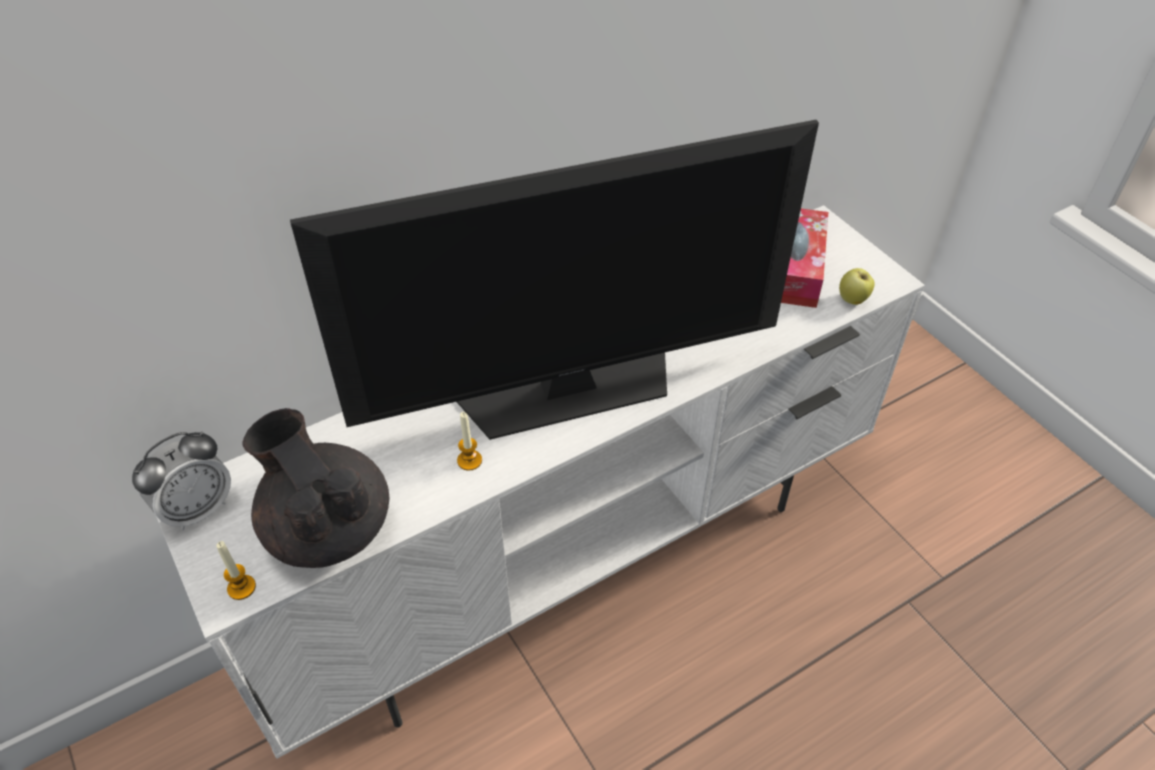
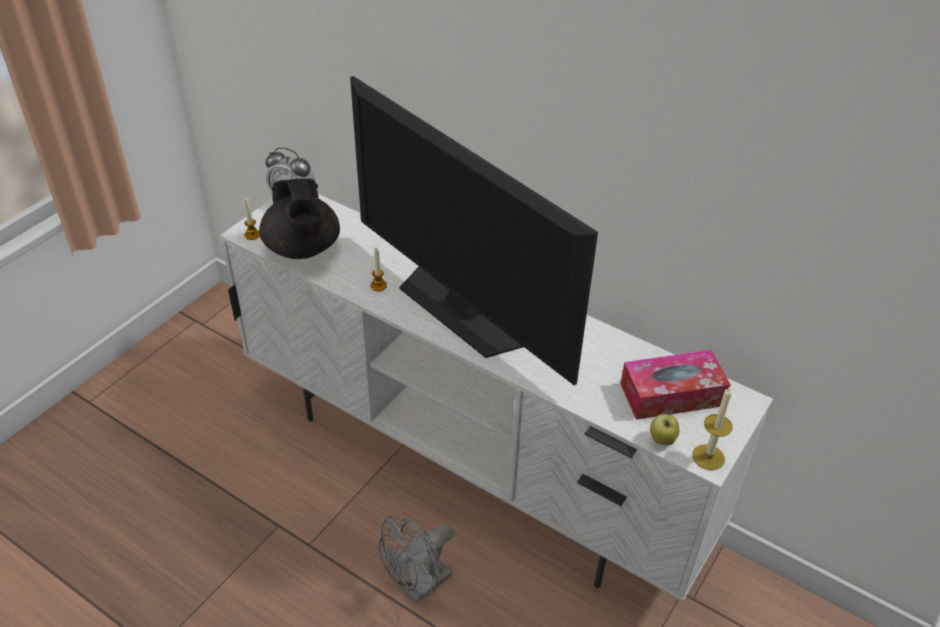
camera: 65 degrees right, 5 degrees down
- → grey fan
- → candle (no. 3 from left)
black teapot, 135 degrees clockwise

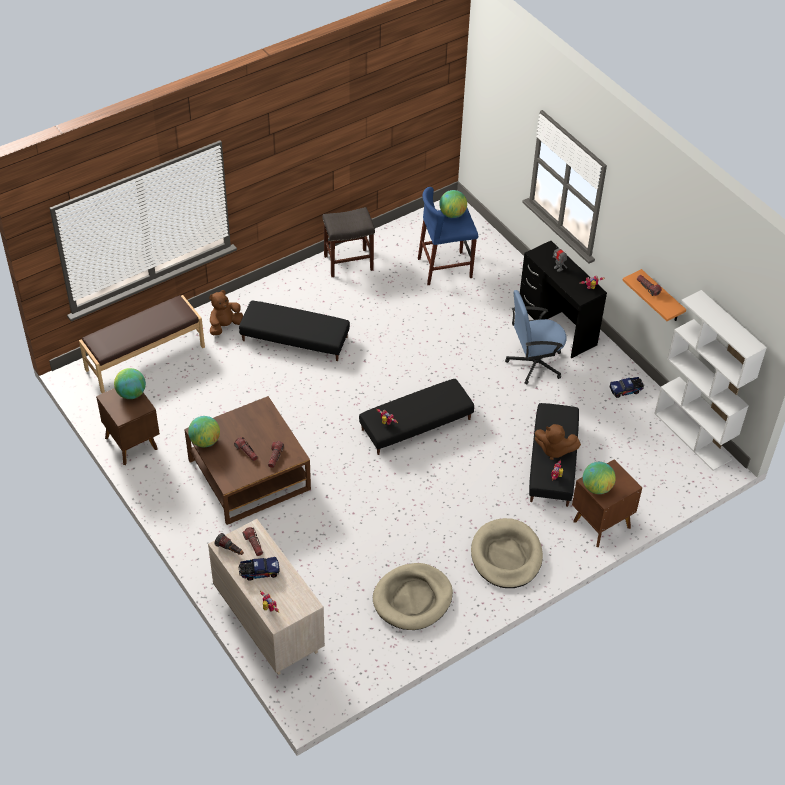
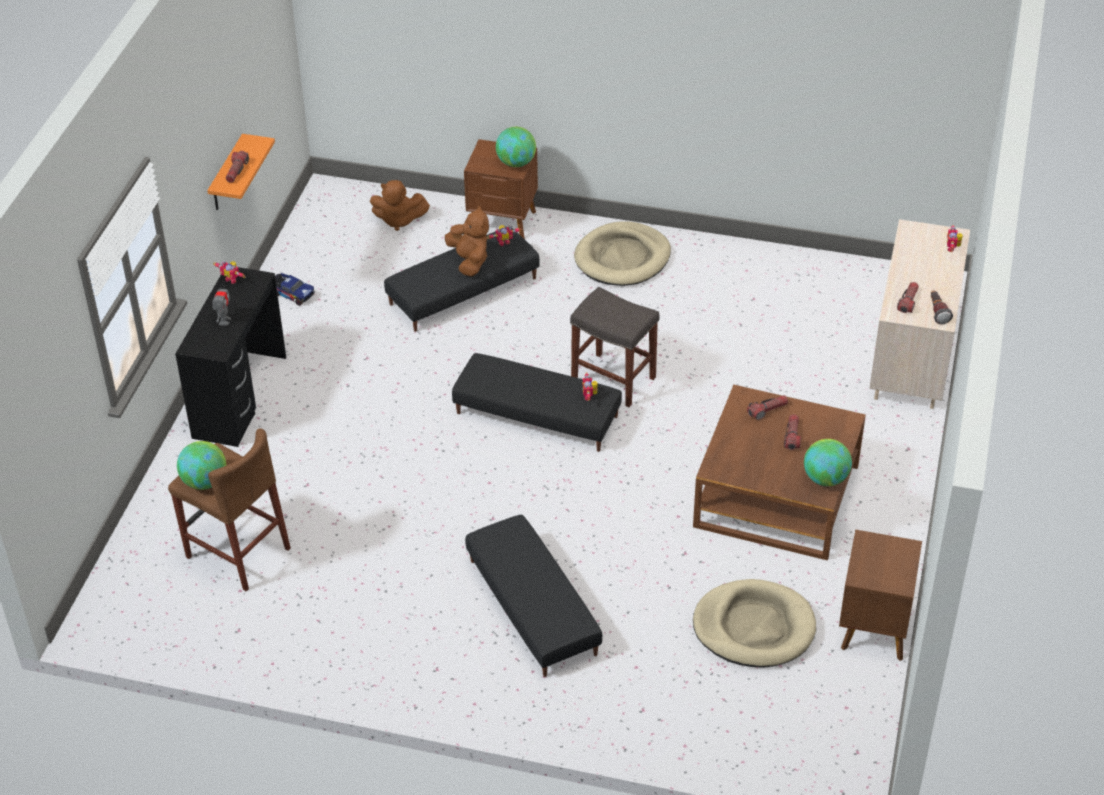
camera: 130 degrees left, 5 degrees down
brown bench → -
globe (no. 1 from left) → -
toy truck (no. 1 from left) → -
blue office chair → -
white bookcase → -
brown plush toy (no. 1 from left), shifted
grey stool, shifted
beige dog bed (no. 1 from left in the first image) → beige dog bed (no. 2 from left), shifted
blue stool → brown stool

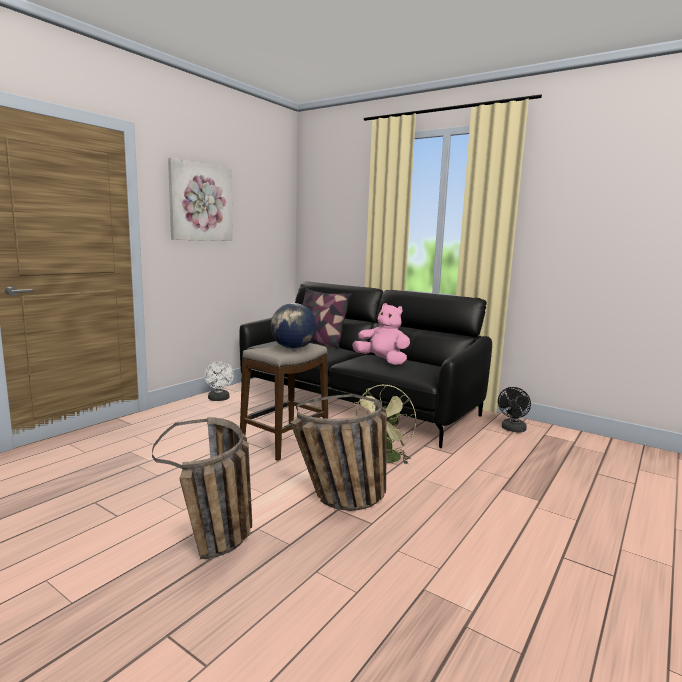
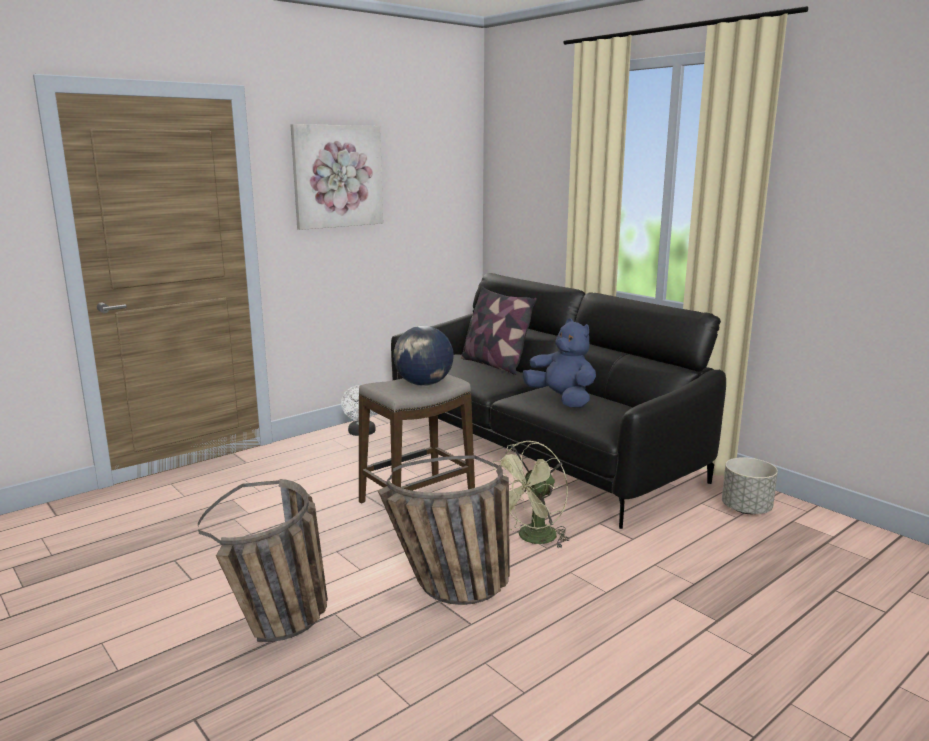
camera: 15 degrees right, 5 degrees up
black fan → grey planter
pink plush toy → blue plush toy

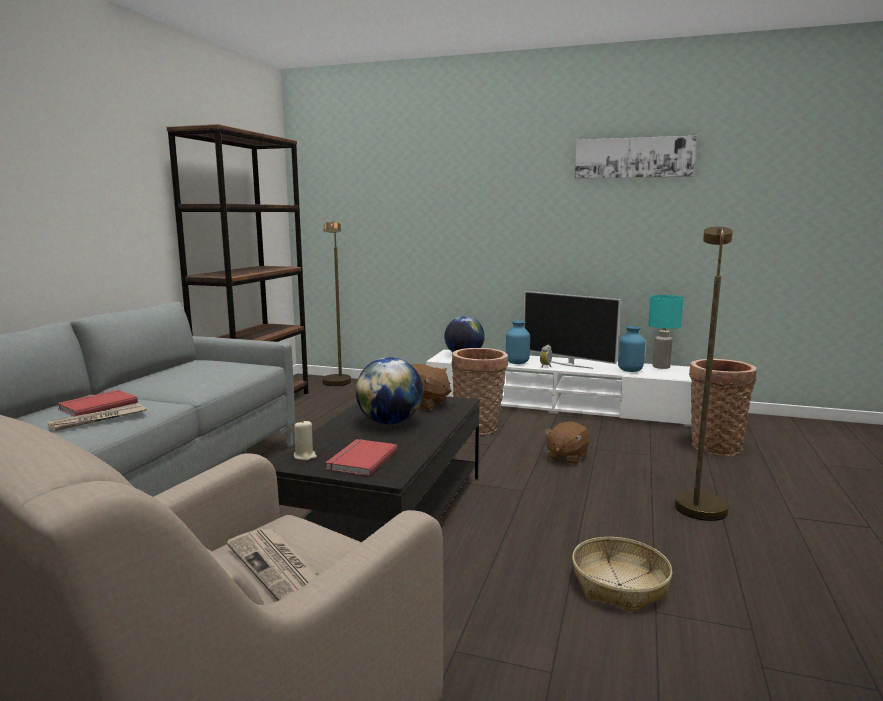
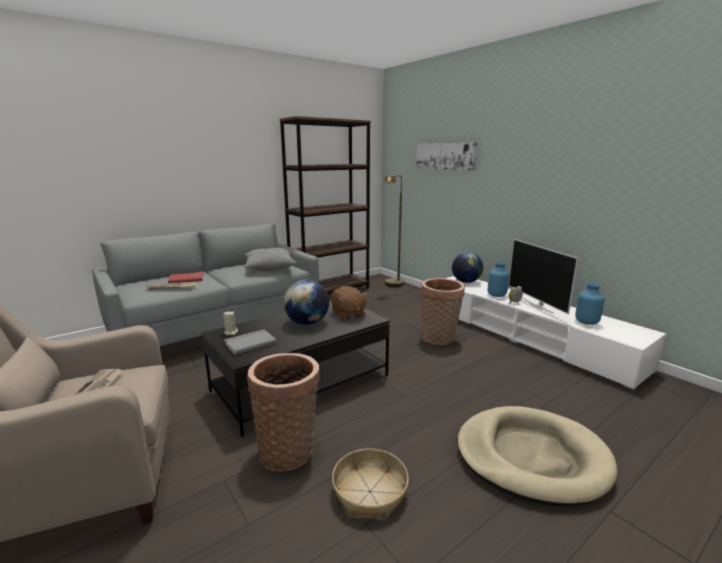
camera: 35 degrees right, 5 degrees up
brown plush toy (no. 2 from left) → -
turquoise table lamp → -
- → grey pillow
picture, shifted
basket (no. 3 from left in the first image) → basket (no. 1 from left), shifted
brown floor lamp (no. 2 from left) → beige dog bed
red book (no. 2 from left) → grey book

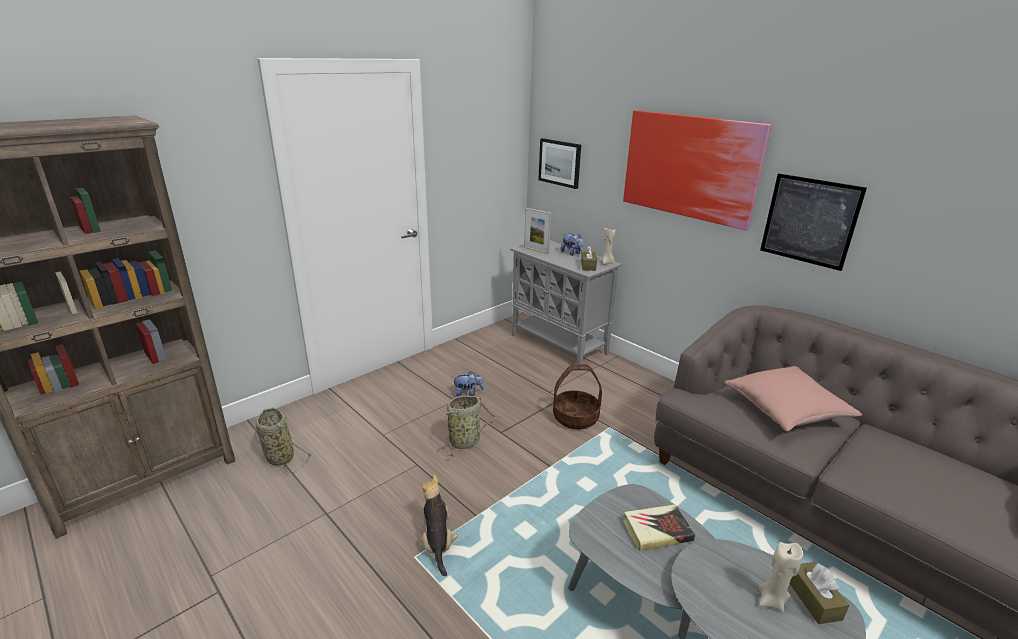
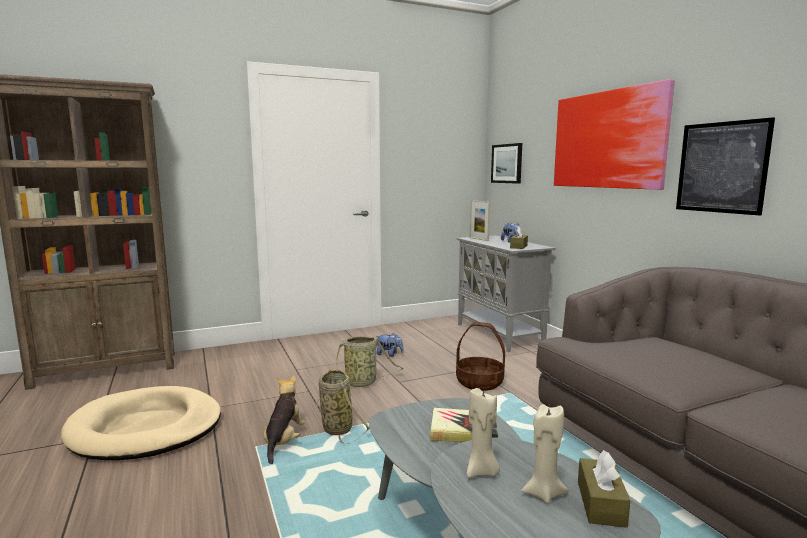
camera: 20 degrees right, 15 degrees down
pink pillow → -
- → beige dog bed
basket (no. 1 from left), shifted
beige candle (no. 1 from left), shifted

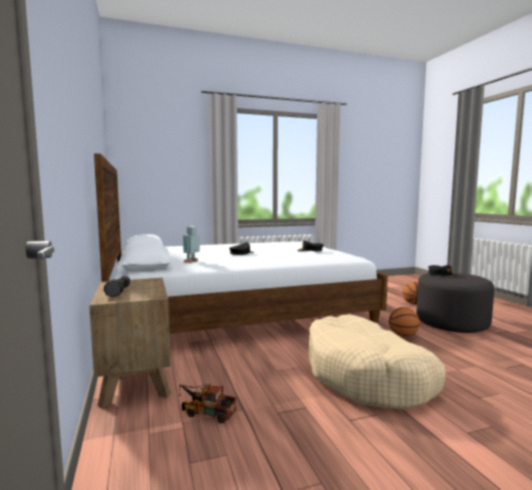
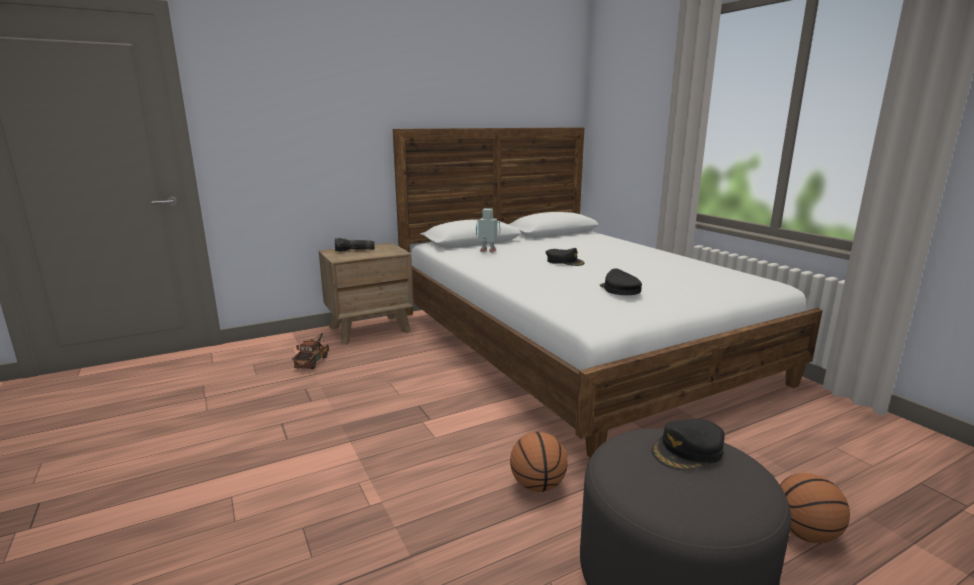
camera: 80 degrees right, 10 degrees up
beige dog bed → -

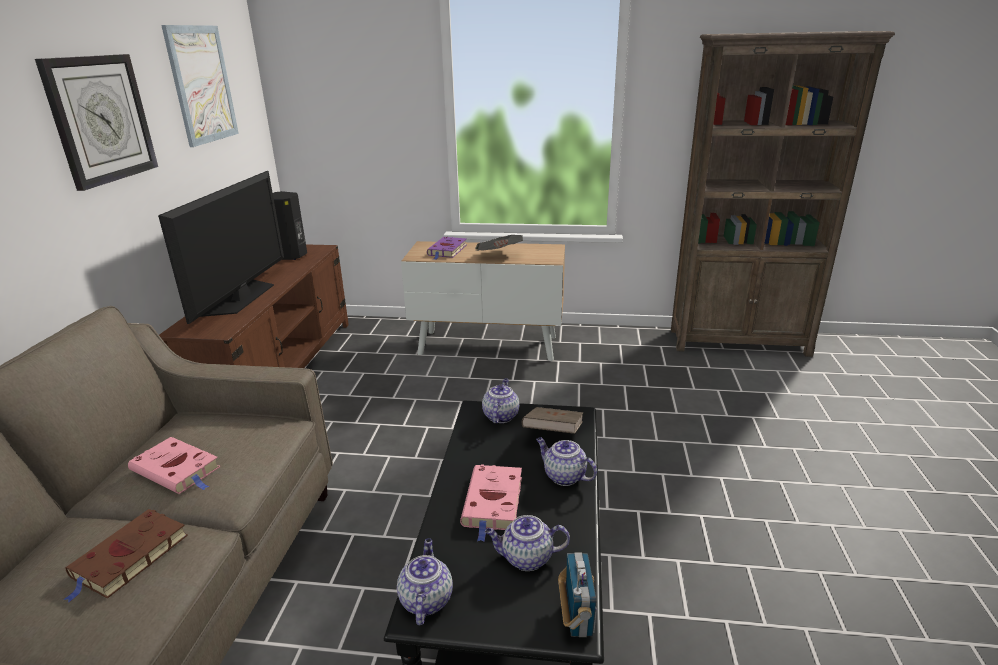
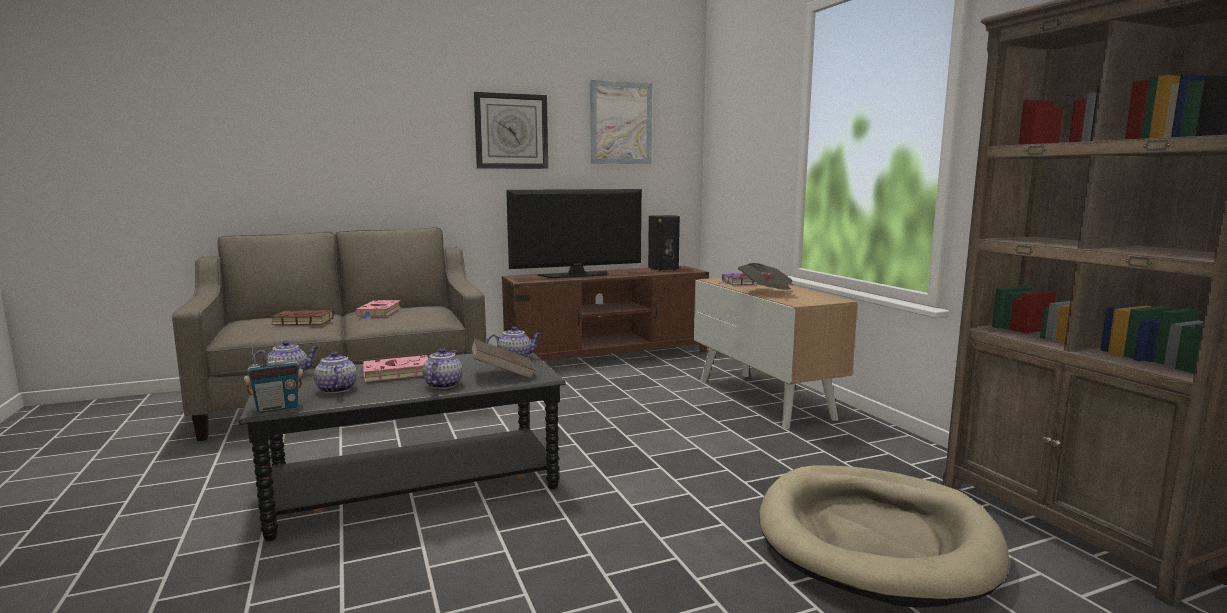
camera: 60 degrees right, 15 degrees down
- → beige dog bed

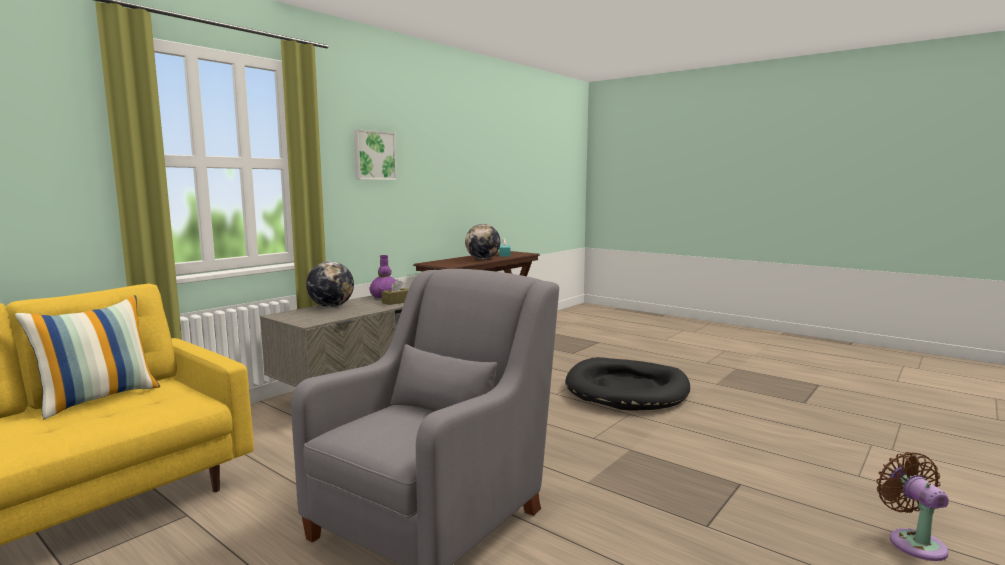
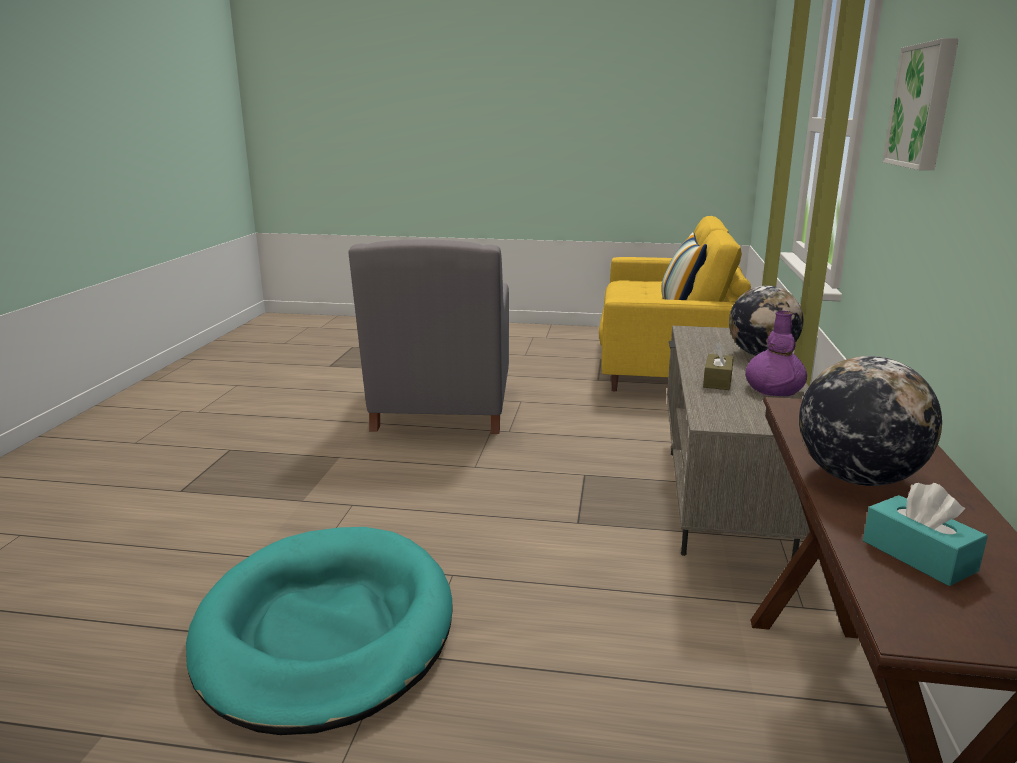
camera: 150 degrees right, 10 degrees up
brown fan → -
black dog bed → turquoise dog bed

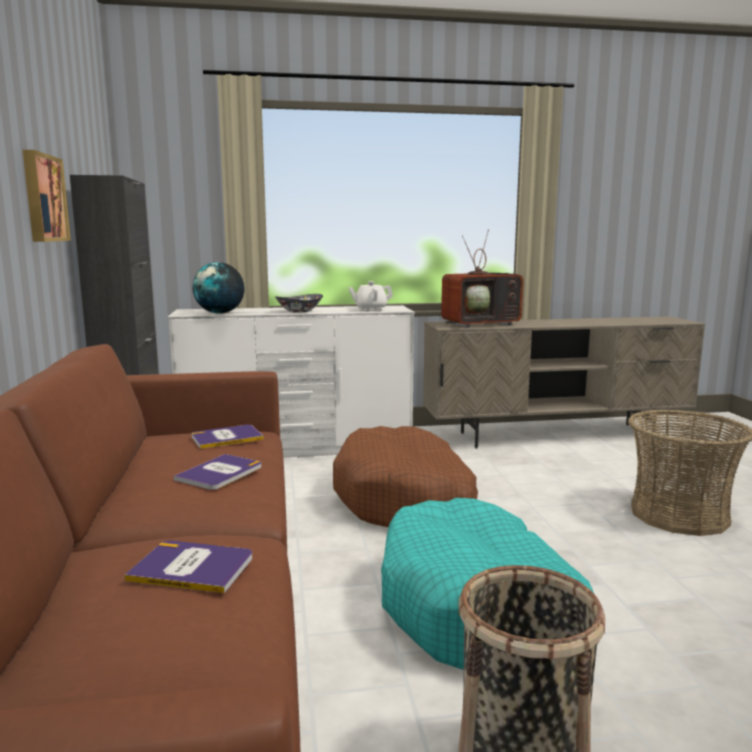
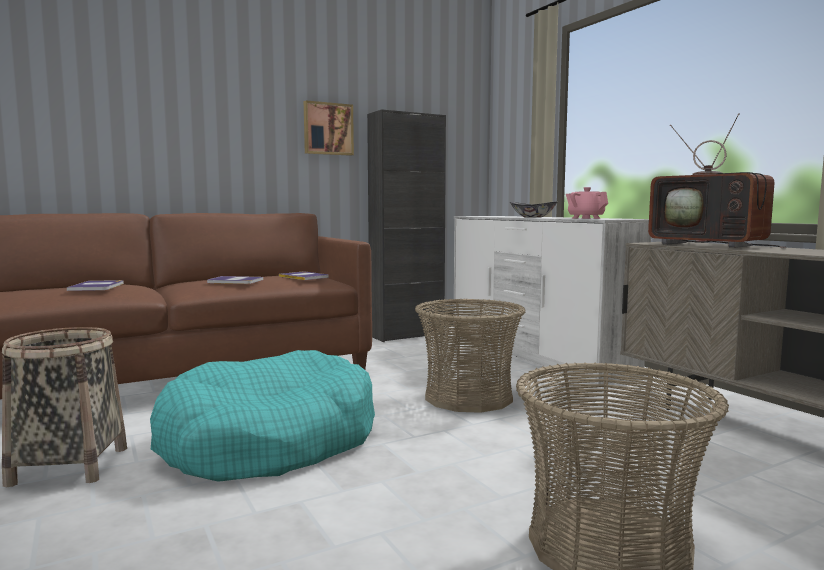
camera: 70 degrees right, 5 degrees down
globe → -
brown dog bed → basket (no. 2 from left)
white teapot → pink teapot

